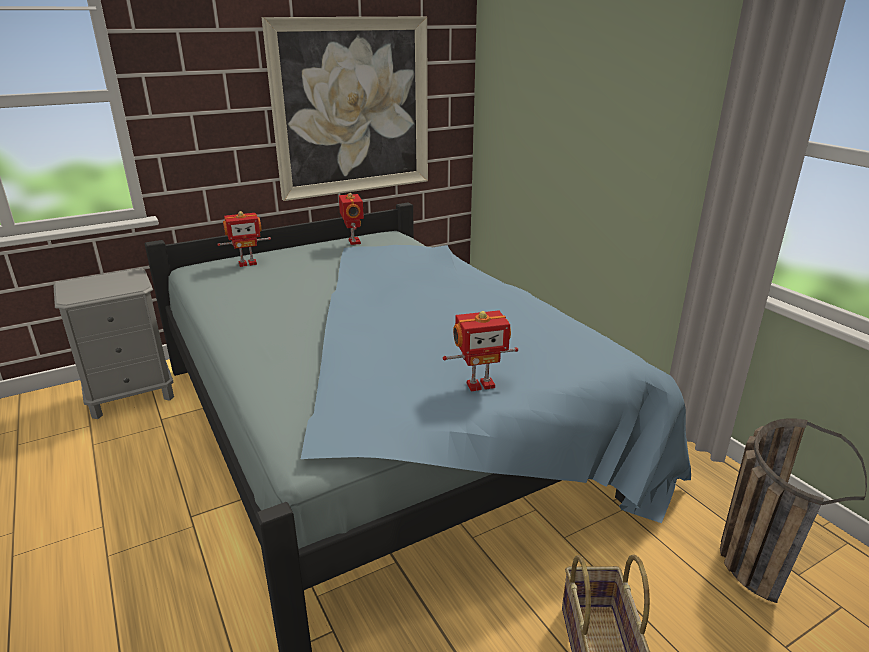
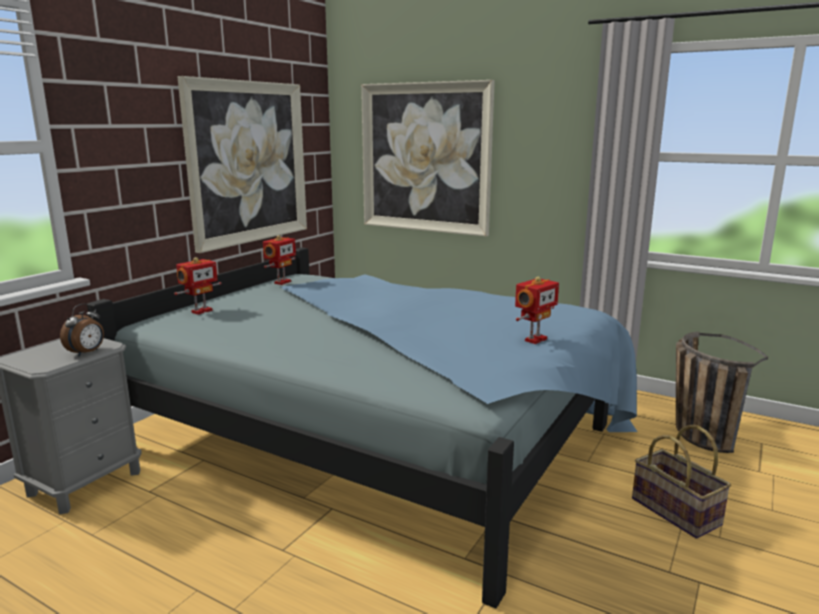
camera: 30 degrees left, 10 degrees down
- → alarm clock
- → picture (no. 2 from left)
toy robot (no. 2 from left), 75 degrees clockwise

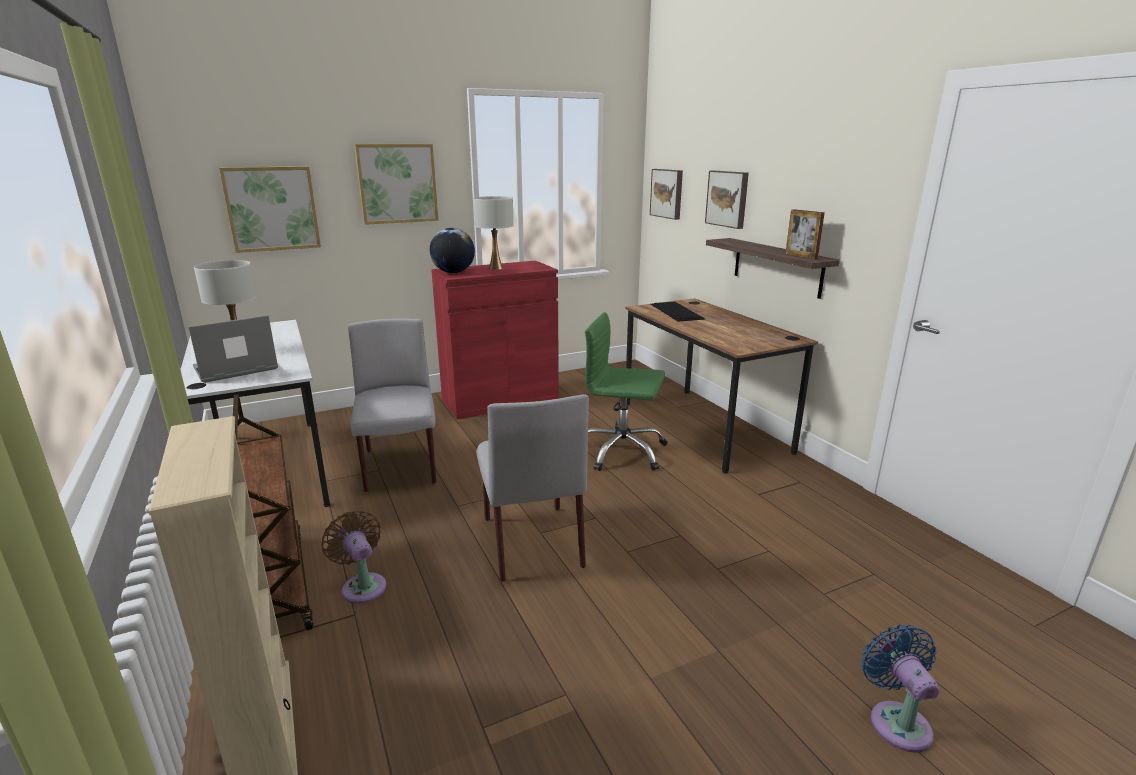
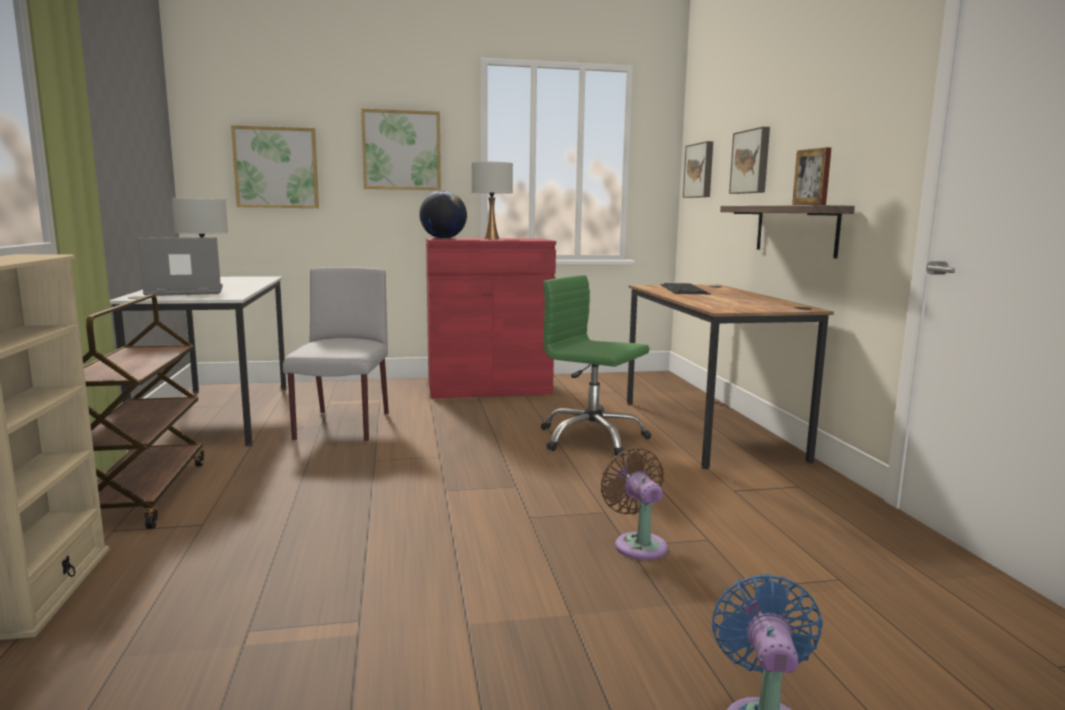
camera: 15 degrees right, 10 degrees down
grey chair (no. 2 from left) → -
brown fan, shifted

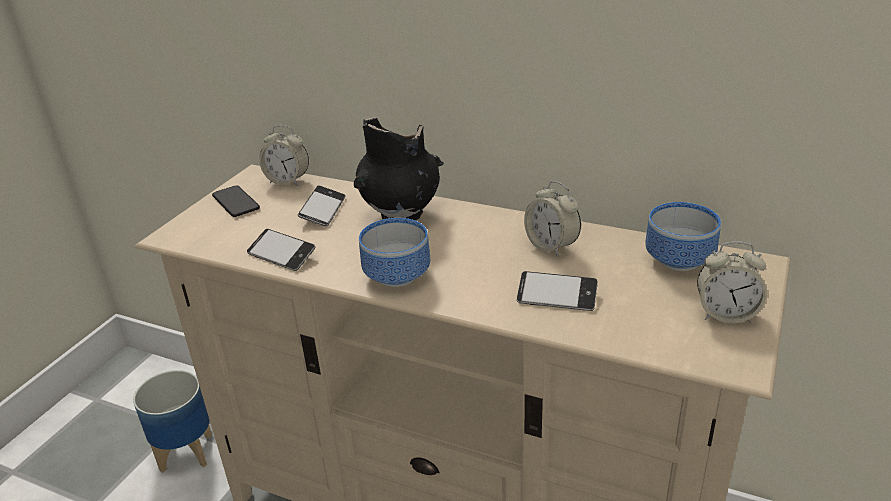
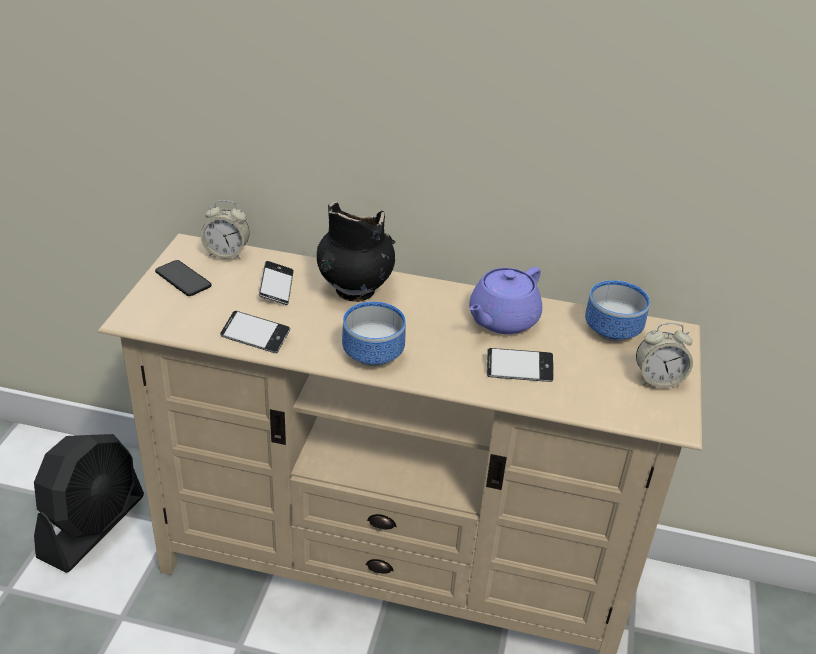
camera: 15 degrees left, 5 degrees up
planter → black fan
alarm clock (no. 2 from left) → purple teapot

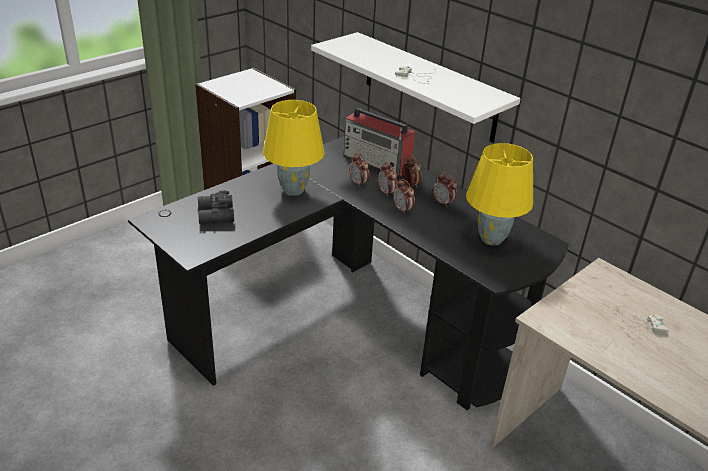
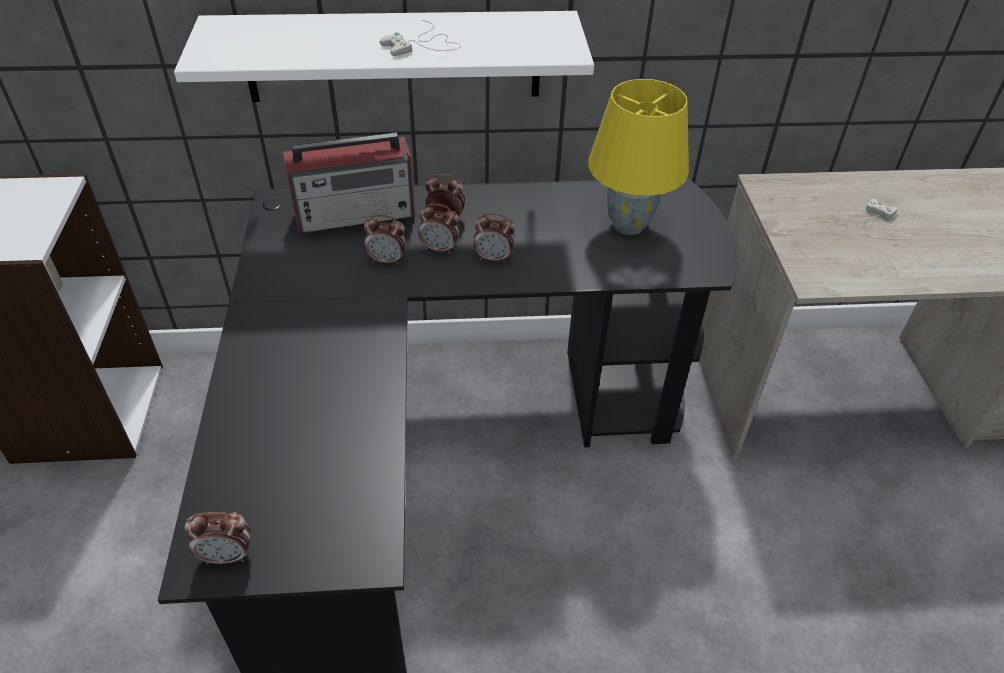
camera: 50 degrees left, 10 degrees up
black binoculars → -
yellow table lamp (no. 1 from left) → -
alarm clock (no. 5 from left in the first image) → alarm clock (no. 1 from left), shifted

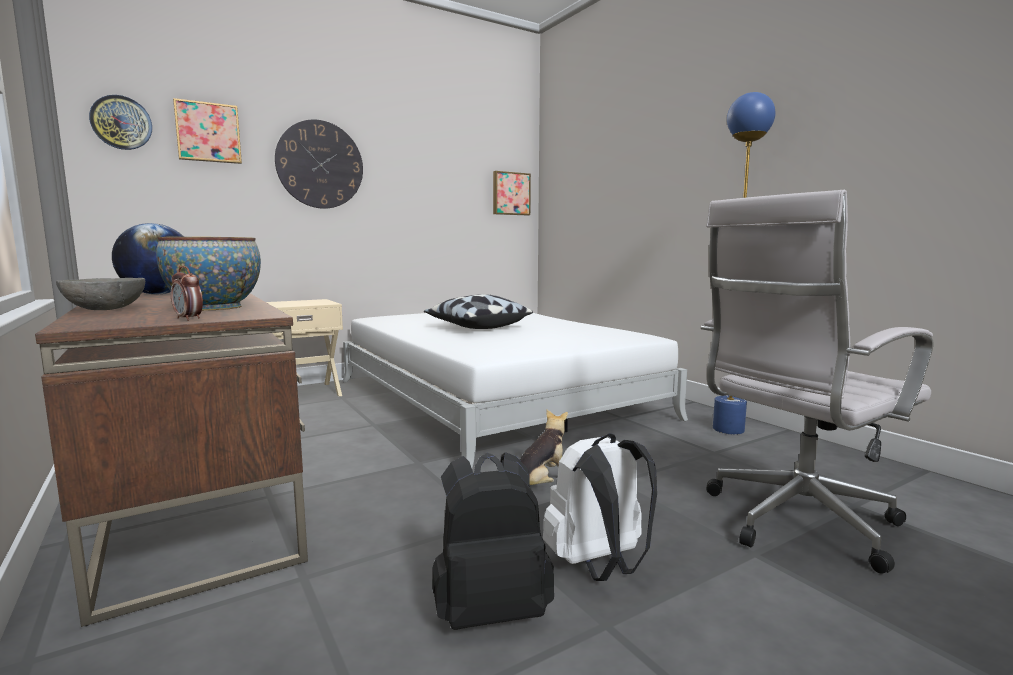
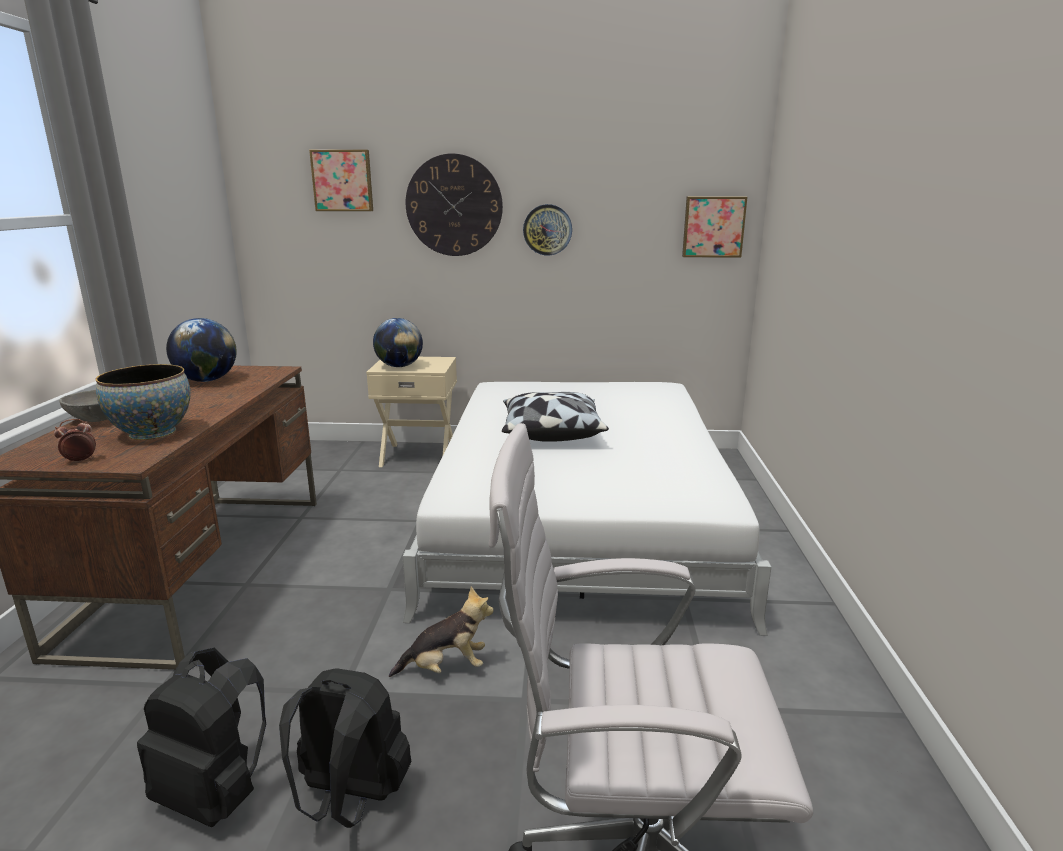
camera: 35 degrees right, 10 degrees up
blue floor lamp → -
- → globe (no. 2 from left)
wall clock (no. 1 from left in the first image) → wall clock (no. 2 from left), shifted
white backpack → black backpack (no. 2 from left)
alarm clock, 75 degrees clockwise

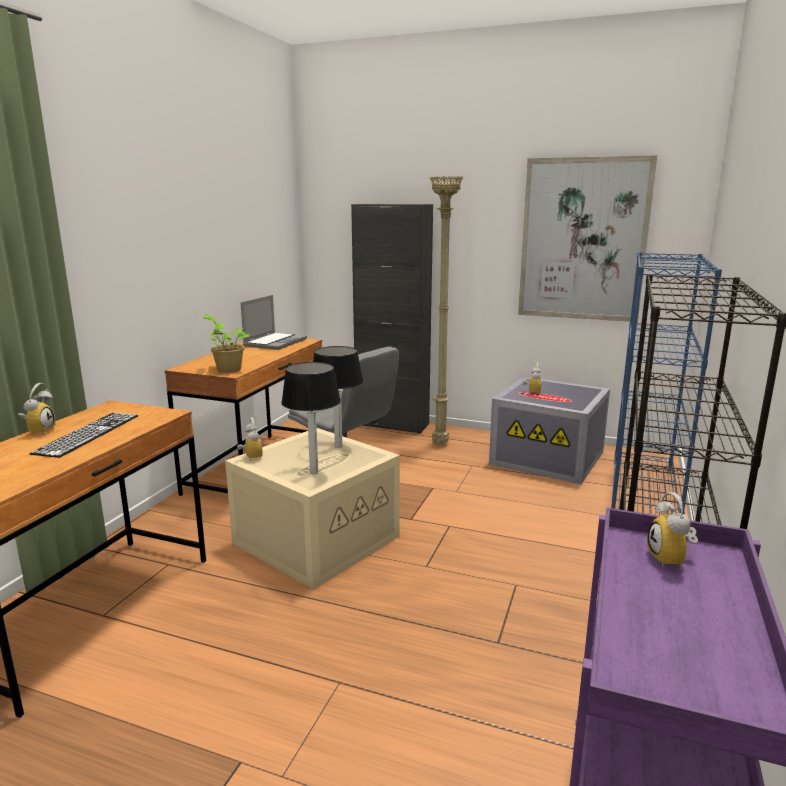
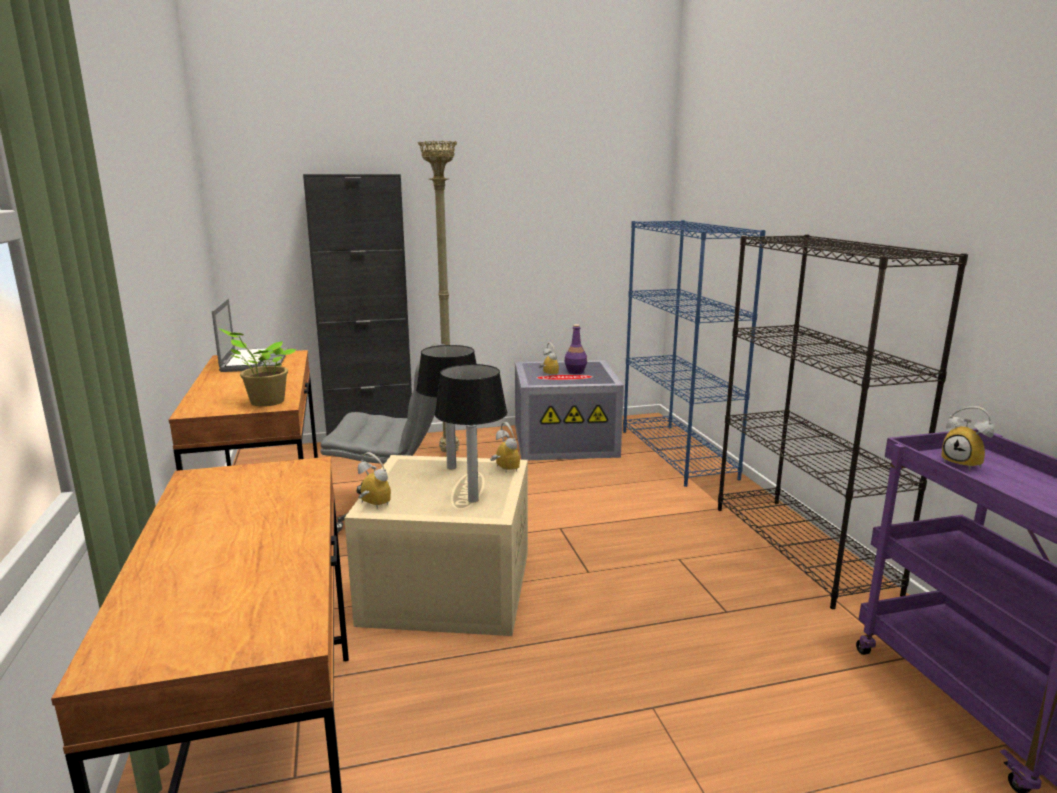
camera: 35 degrees left, 0 degrees up
keyboard → -
picture → -
- → purple bottle
alarm clock (no. 1 from left in the first image) → alarm clock (no. 2 from left), shifted

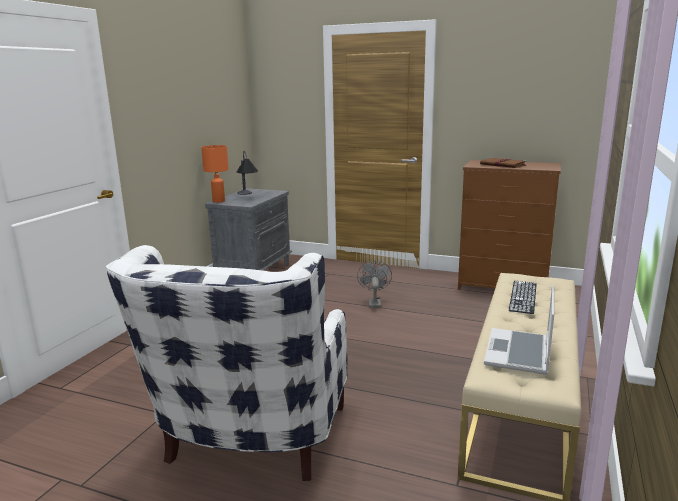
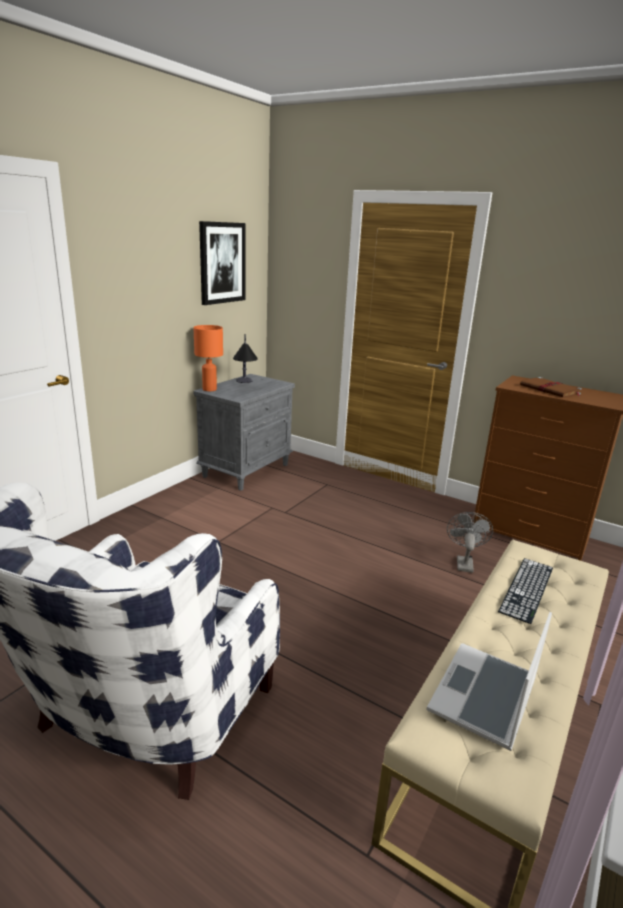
camera: 10 degrees right, 5 degrees up
- → picture
grey fan, shifted

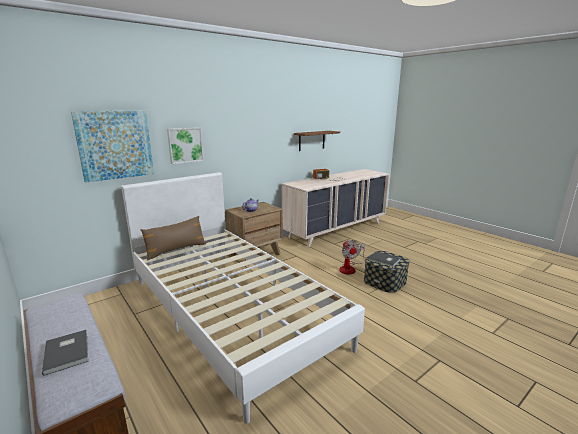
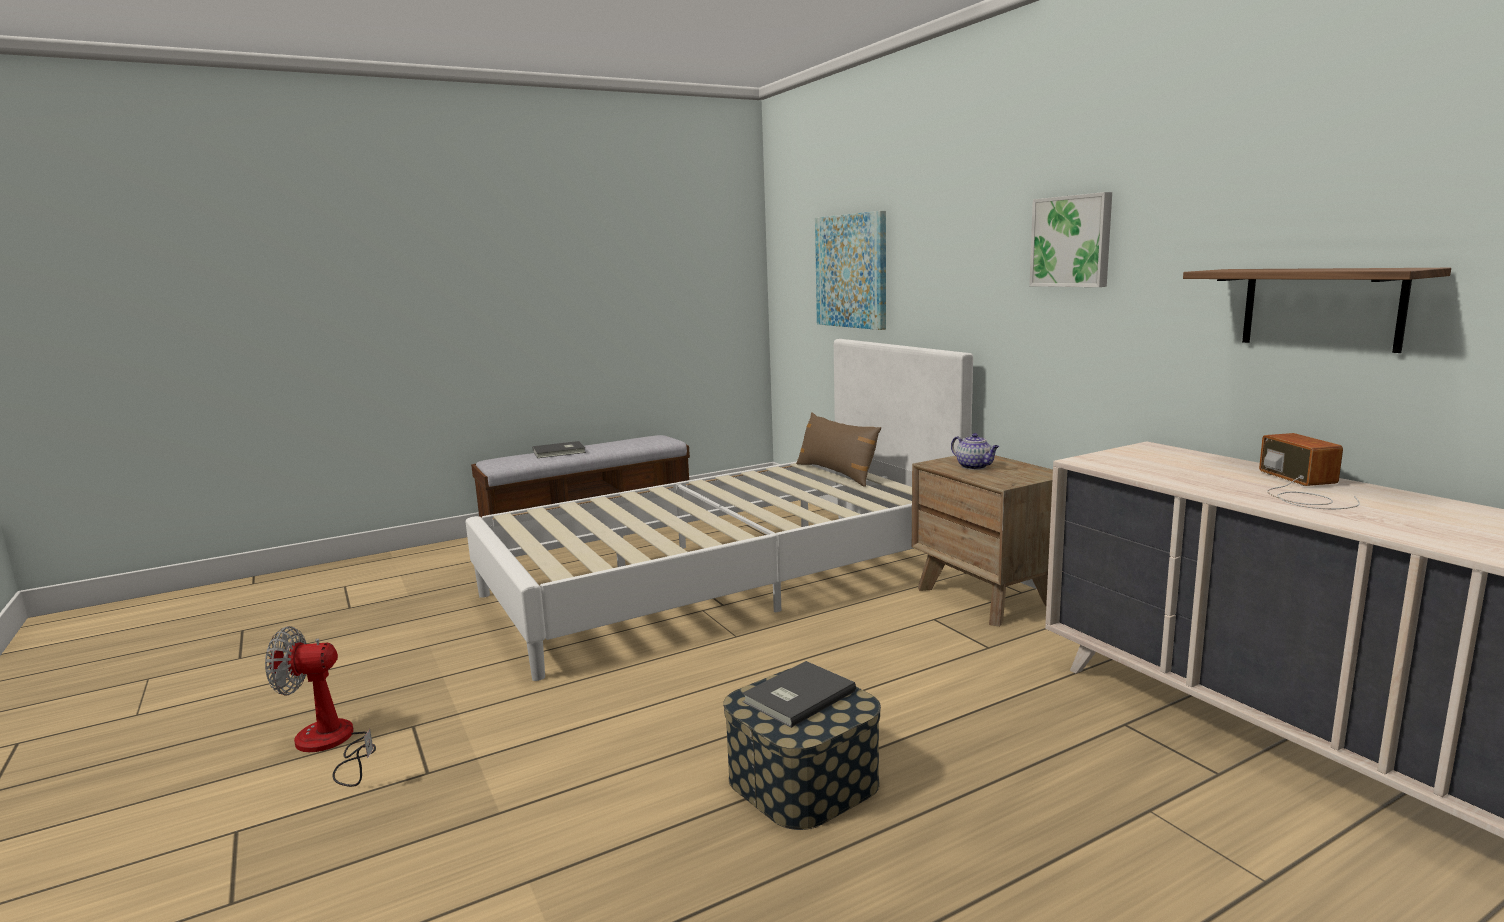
camera: 100 degrees right, 5 degrees down
picture (no. 2 from left), shifted
fan, shifted

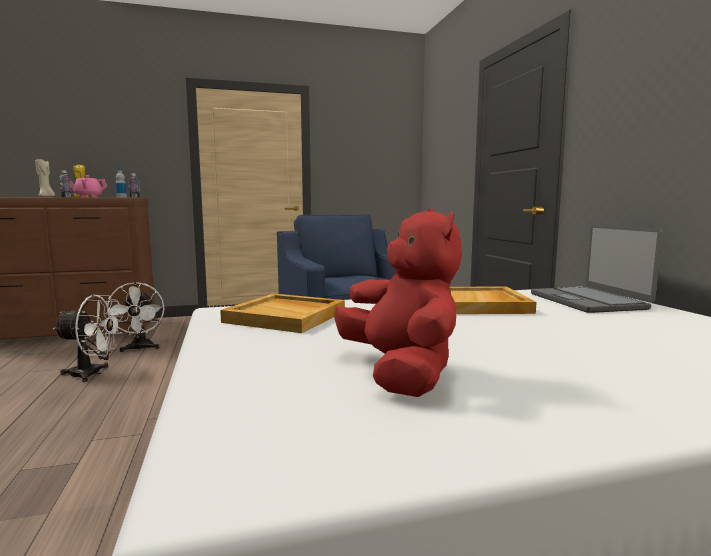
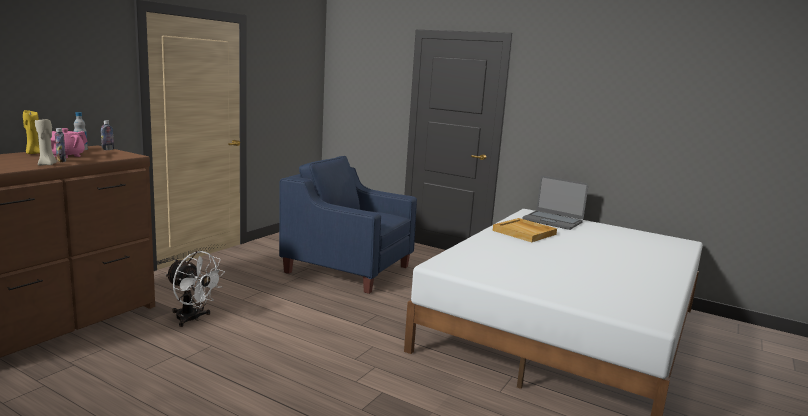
camera: 45 degrees left, 5 degrees up
white fan (no. 1 from left) → -
beige tray (no. 1 from left) → -
red plush toy → -

